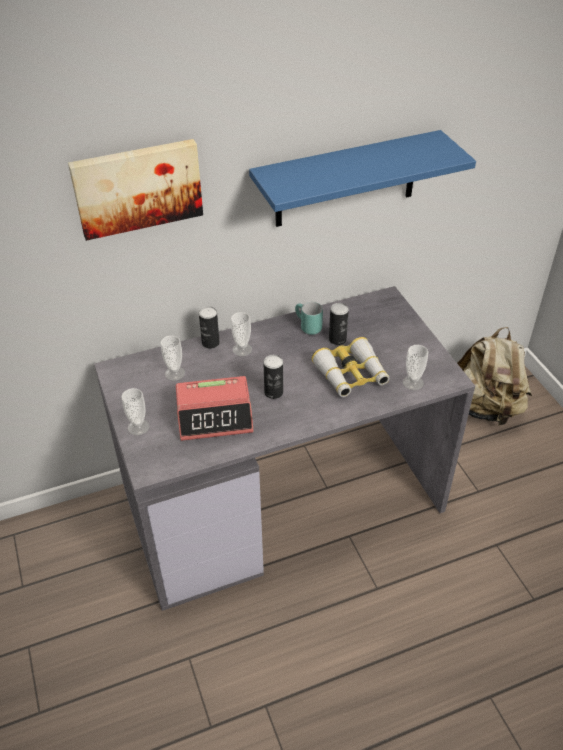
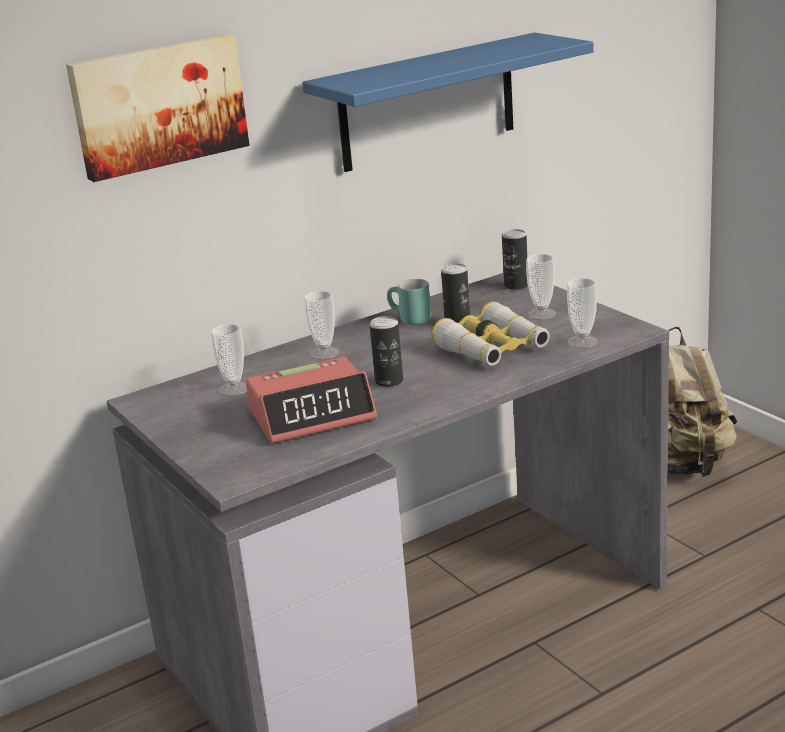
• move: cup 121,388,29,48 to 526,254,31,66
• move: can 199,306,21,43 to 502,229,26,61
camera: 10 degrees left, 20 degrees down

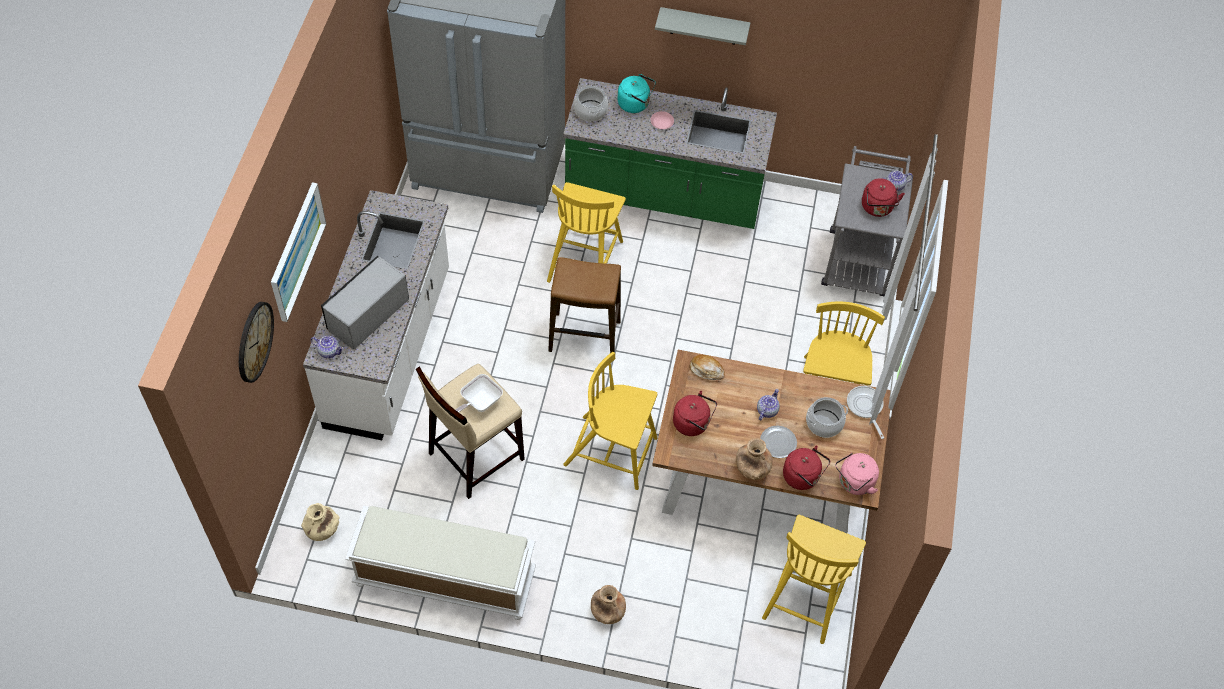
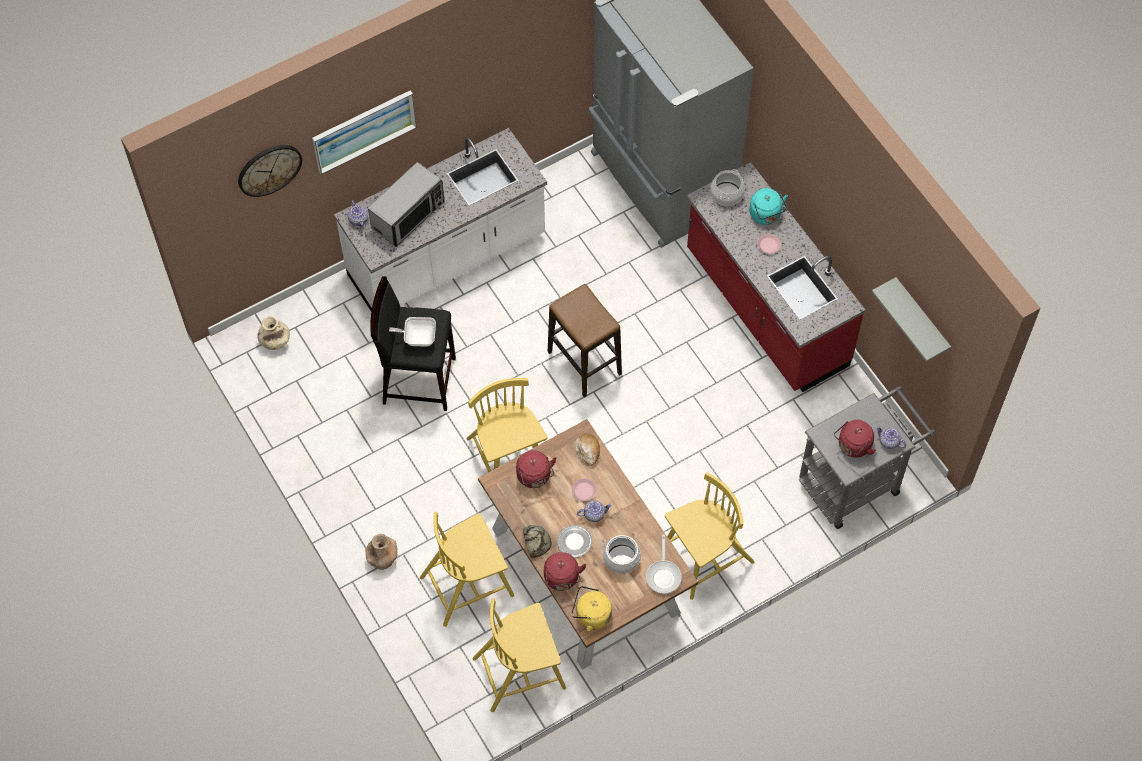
• delete: bench/white 345,506,191,114
• insert: plate/pink 572,478,25,23
• move: chair/yellow 547,182,79,101 to 420,512,94,115
• move: shelf/grey 655,7,95,38 to 872,277,79,85
• replace: vase/brown 736,438,37,42 to bread 523,525,28,33
• recolor: stool/beige 416,364,109,135 to stool/black 370,277,86,134
• recolor: counter/green 563,78,214,151 to counter/red 687,162,178,230
• recolor: kettle/pink 835,453,44,42 to kettle/yellow 571,586,41,46
• rotate: microwave 321,256,88,94 = 368,162,77,85 135 degrees clockwise
• rotate: frying pan 847,386,37,53 = 646,534,36,60 150 degrees clockwise
camera: 50 degrees right, 5 degrees up

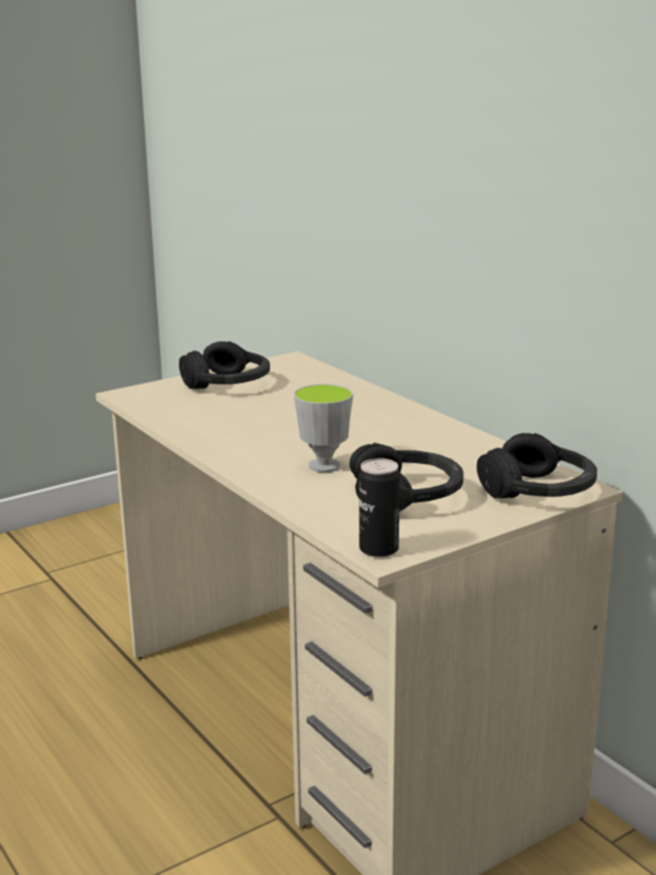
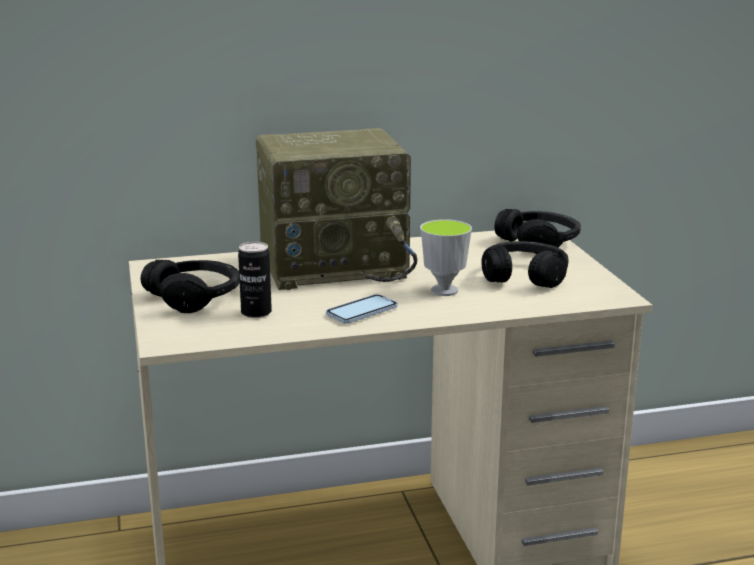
• insert: radio 256,128,161,162
• insert: phone 326,294,72,30
• move: can 359,458,41,99 to 238,242,34,76
camera: 70 degrees left, 0 degrees up

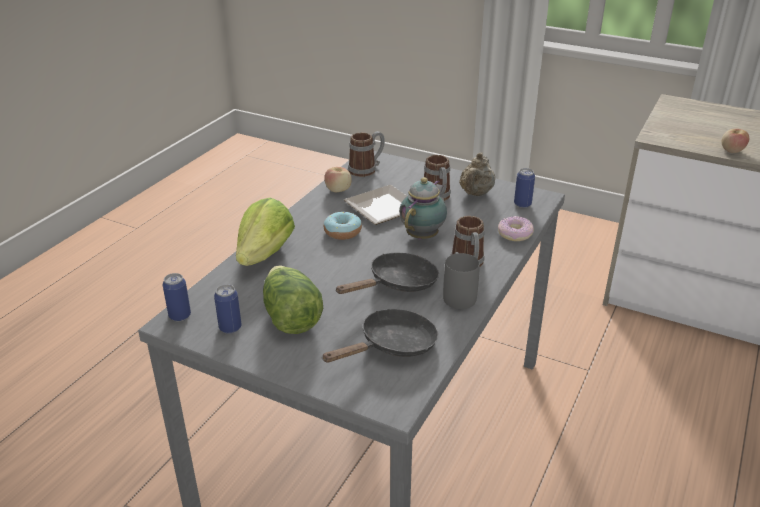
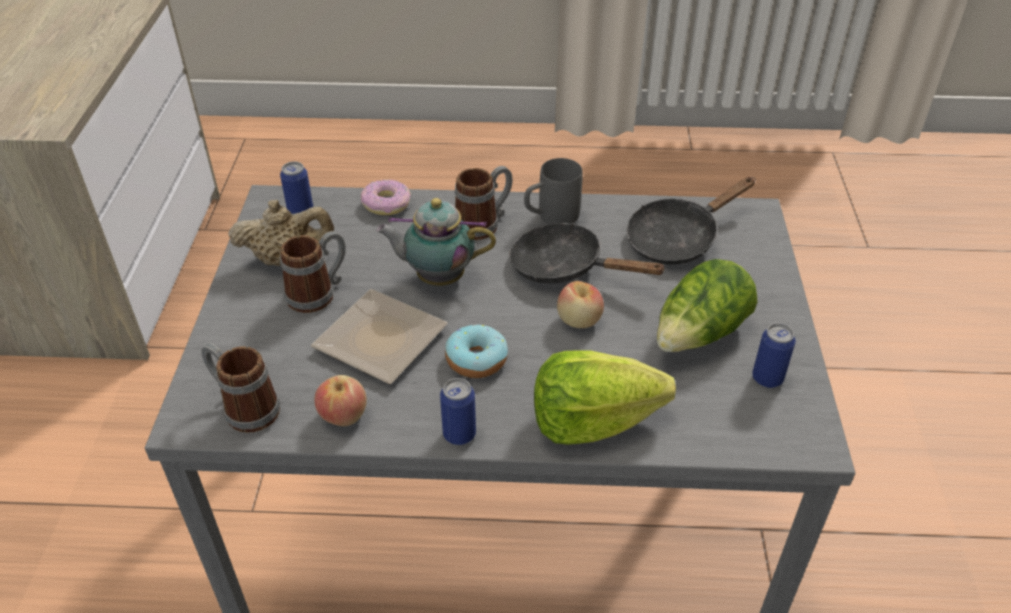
• move: can 163,273,28,48 to 440,378,36,67
• move: apple 721,128,28,25 to 557,281,47,47
• rotate: frying pan/black 321,309,118,54 = 627,177,129,88 60 degrees counterclockwise
camera: 115 degrees left, 10 degrees up

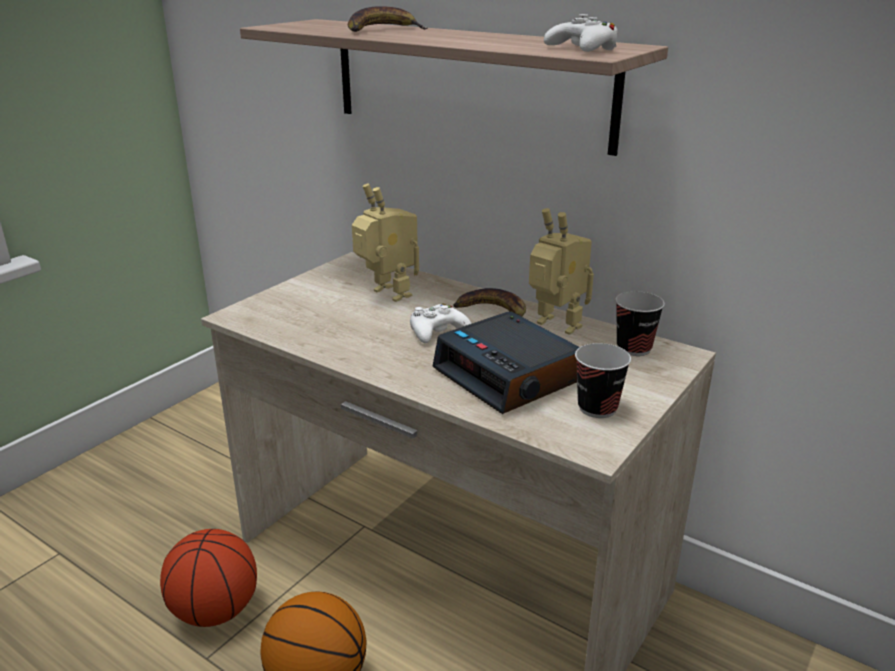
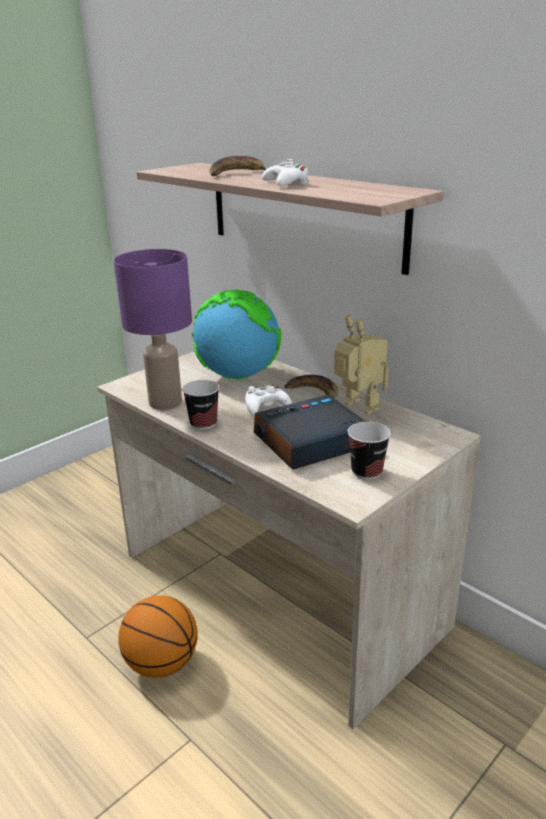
• delete: basketball 160,529,97,98
• insert: table lamp/purple 114,249,78,161
• move: game controller/white 544,14,74,38 to 262,159,47,27
• move: cup 615,291,50,65 to 182,380,37,50
• replace: toy robot 352,183,67,119 to globe 192,290,89,90
• rotate: alarm clock 433,311,147,103 = 254,394,112,76 90 degrees clockwise
camera: 10 degrees right, 0 degrees up

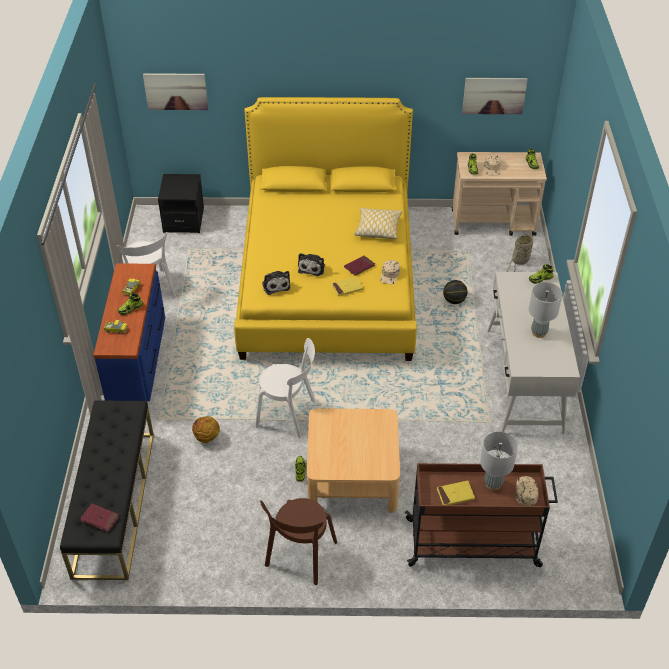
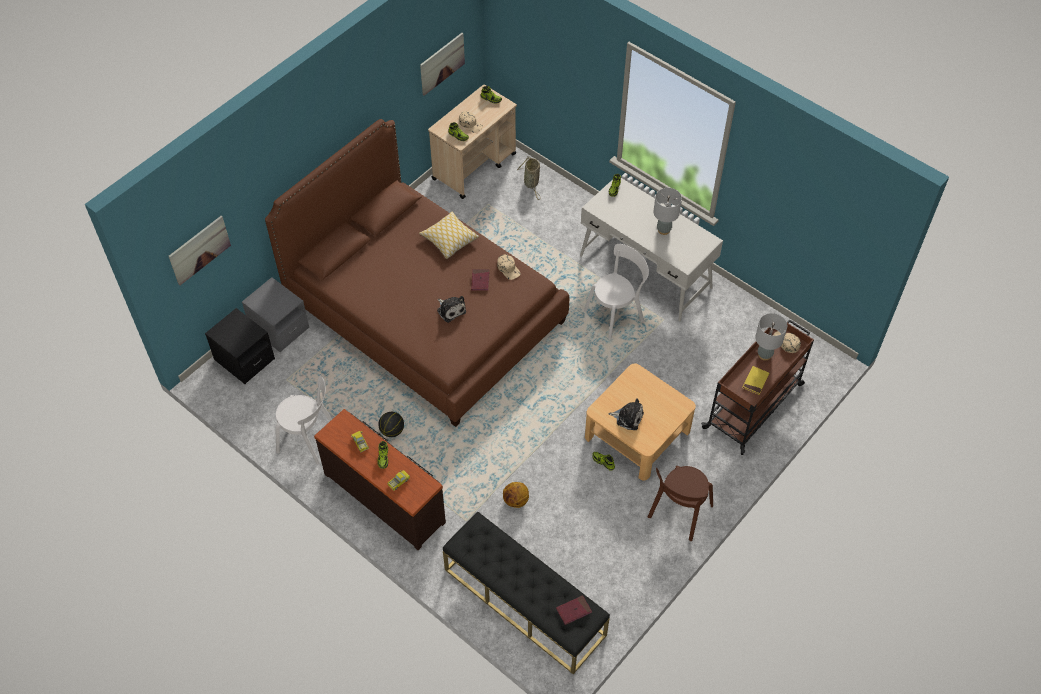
• delete: book/yellow 332,277,31,19
• insert: nightstand/grey 242,277,67,75
• move: chair/white 255,338,61,100 to 584,244,65,96
• move: plush toy 262,271,28,24 to 609,399,35,31
• move: basketball 443,280,25,24 to 378,412,26,25
• recolor: dresser/blue 93,263,72,141 to dresser/brown 314,409,132,141
• recolor: bed/yellow 234,97,183,264 to bed/brown 265,119,304,308
• rotate: chair/brown 260,498,77,87 = 648,466,65,75 60 degrees clockwise
camera: 50 degrees left, 10 degrees up

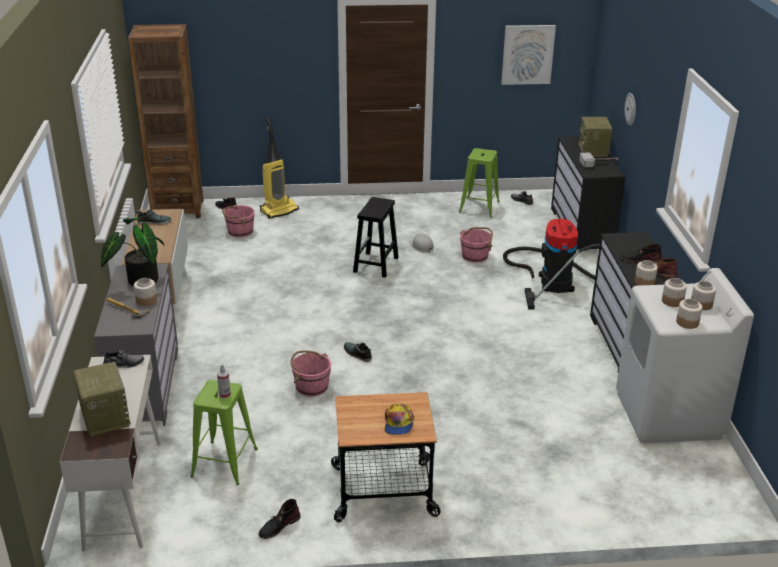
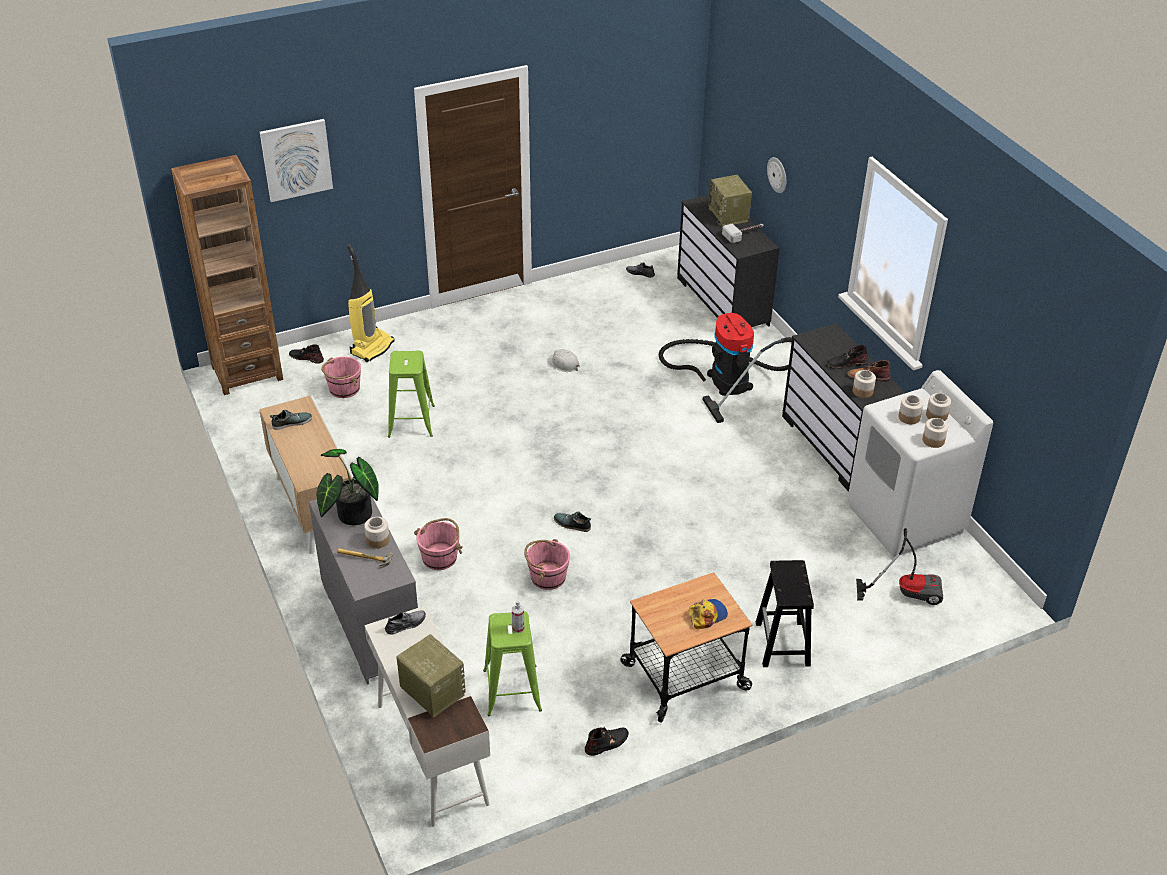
• insert: vacuum cleaner 856,528,87,77
• move: stool/black 353,197,46,81 to 756,560,58,107
• move: stool/green 459,148,41,69 to 388,351,47,87
• move: bucket/pink 460,227,33,36 to 414,518,49,52
• move: picture 501,25,55,60 to 260,119,73,83
• rotate: boot/black 258,499,43,40 = 585,727,44,29 150 degrees counterclockwise
• rotate: cap 385,403,29,32 = 688,599,40,30 105 degrees counterclockwise
camera: 20 degrees left, 10 degrees up

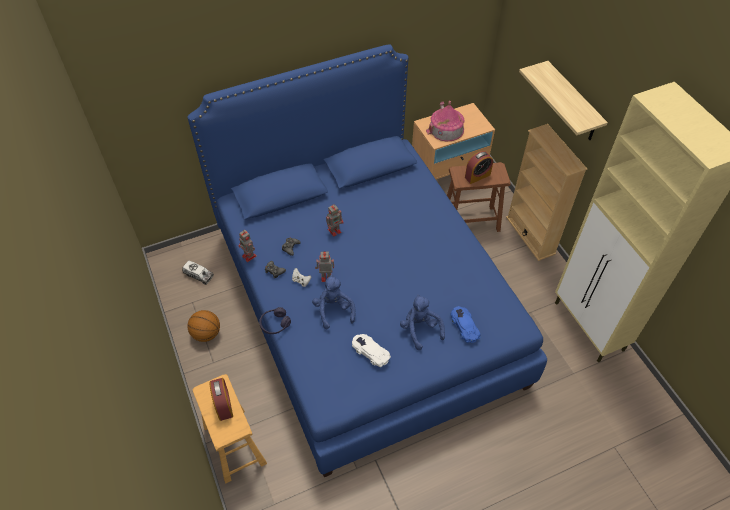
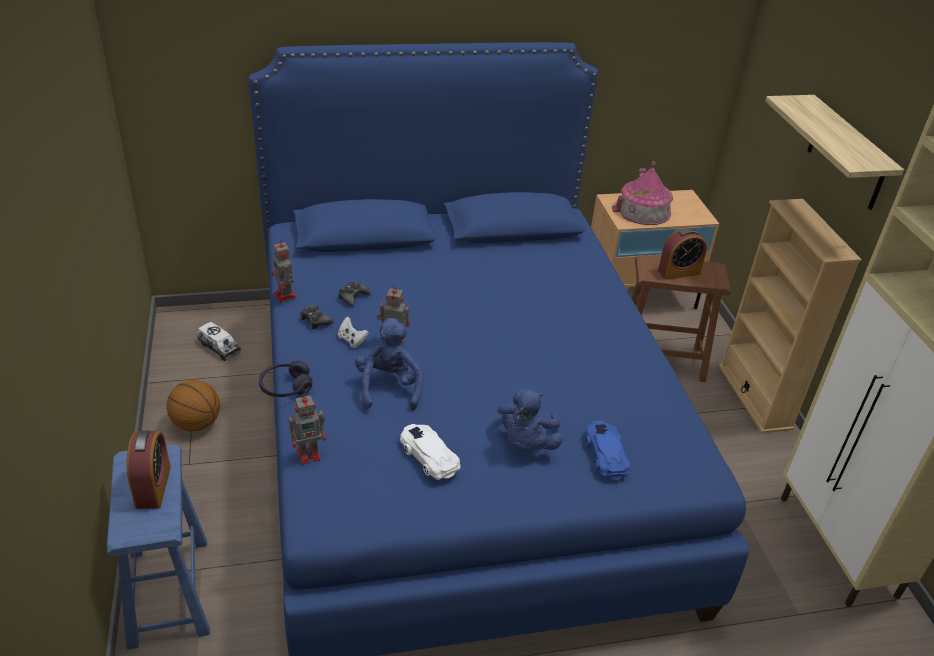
• move: toy robot 326,204,18,33 to 289,393,37,71
• recolor: stool/brown 192,374,75,109 to stool/blue 107,444,103,206
• rotate: plush toy/blue 400,294,45,56 = 498,389,65,63 150 degrees counterclockwise
camera: 10 degrees right, 15 degrees down

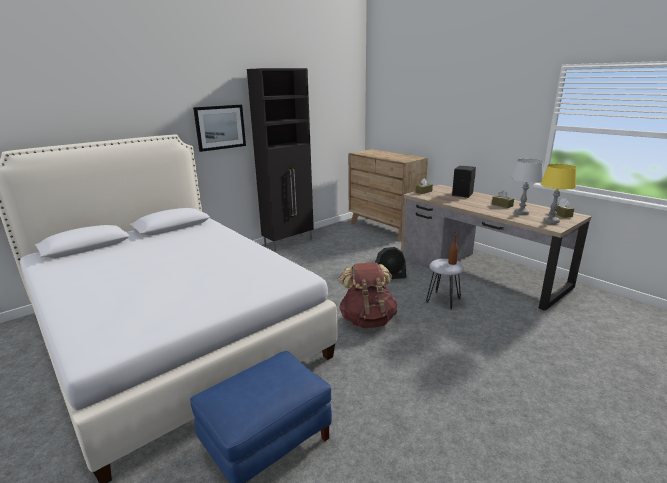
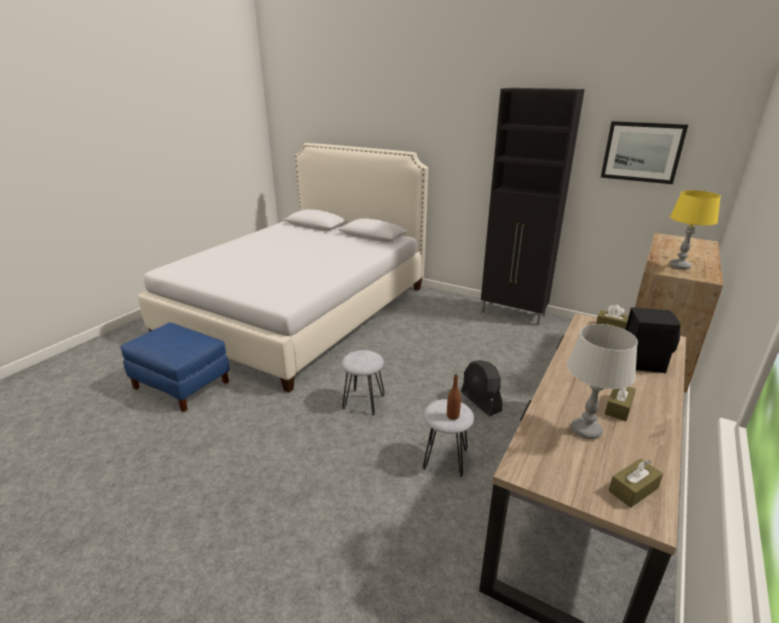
• move: picture 193,105,53,47 to 601,121,87,63
• move: table lamp/yellow 541,164,36,60 to 669,190,52,80
• replace: backpack/brown 339,262,59,66 to stool/grey 341,350,43,65
camera: 70 degrees right, 5 degrees up

